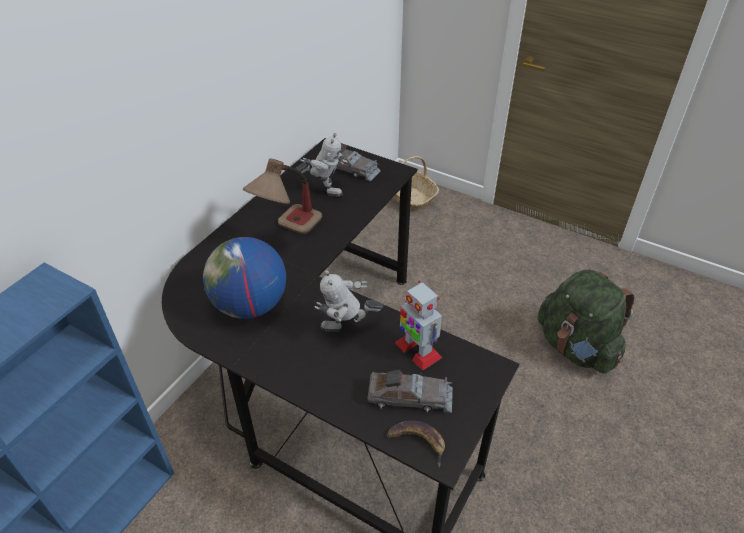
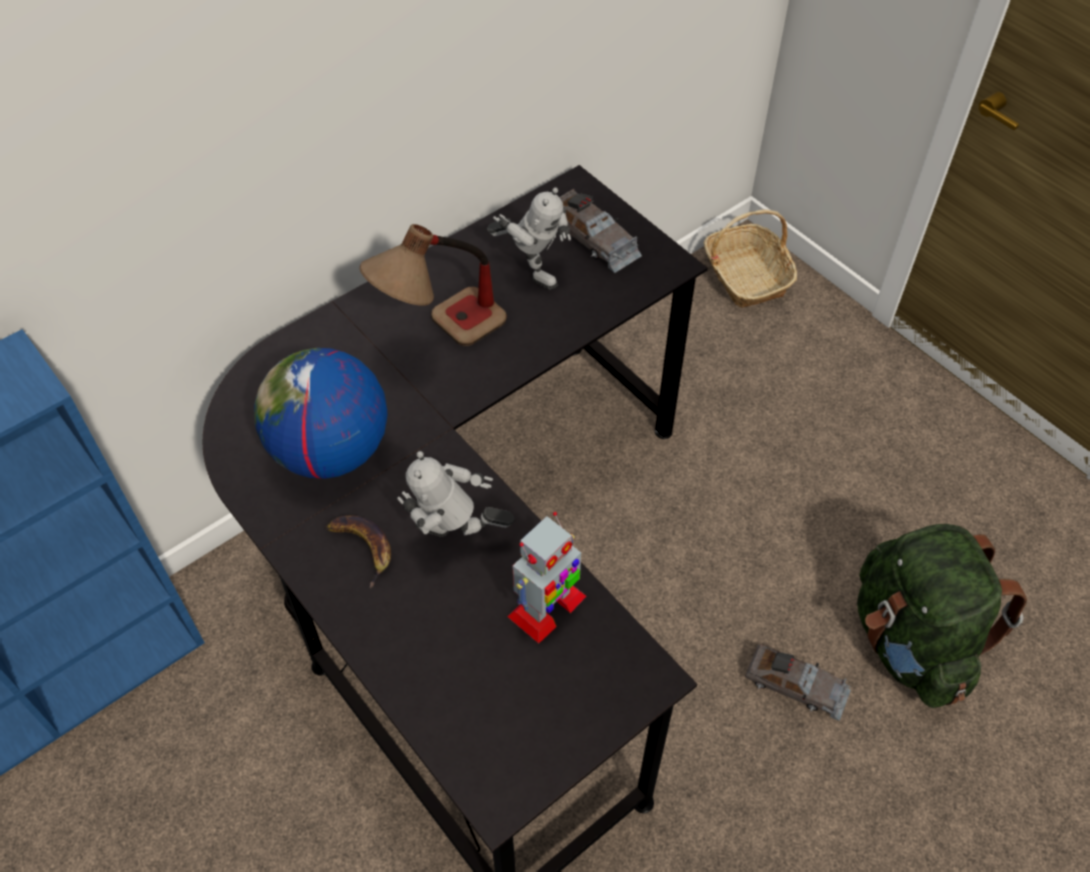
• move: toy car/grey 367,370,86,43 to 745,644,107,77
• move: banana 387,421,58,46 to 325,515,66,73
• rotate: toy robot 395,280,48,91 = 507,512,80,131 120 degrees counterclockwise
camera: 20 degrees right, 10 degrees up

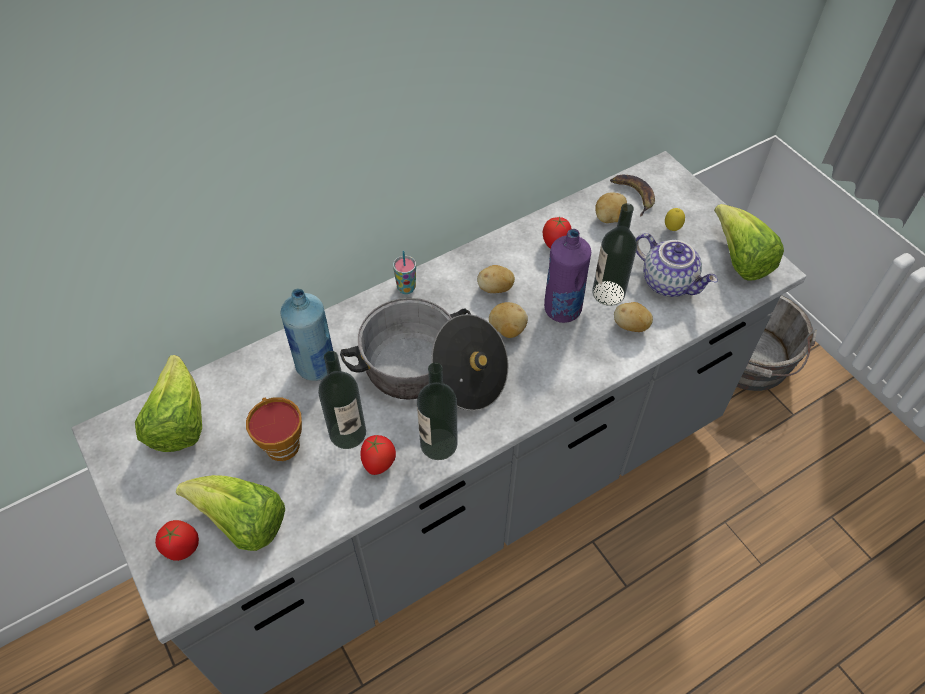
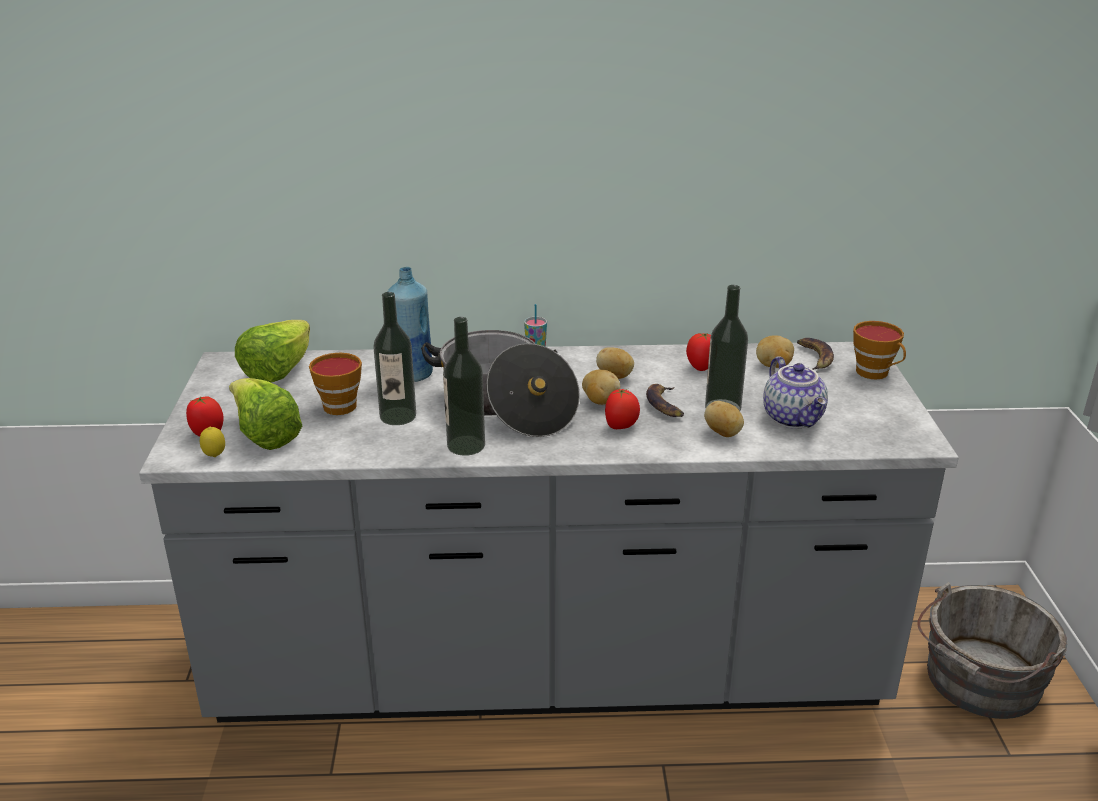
• delete: lettuce 714,204,70,77
• insert: cup 853,321,53,58
• move: tomato 360,434,36,41 to 605,389,35,40
• move: lemon 665,208,20,23 to 200,427,25,30
• replace: bottle/purple 544,229,47,94 to banana 646,384,38,33
camera: 30 degrees right, 25 degrees down

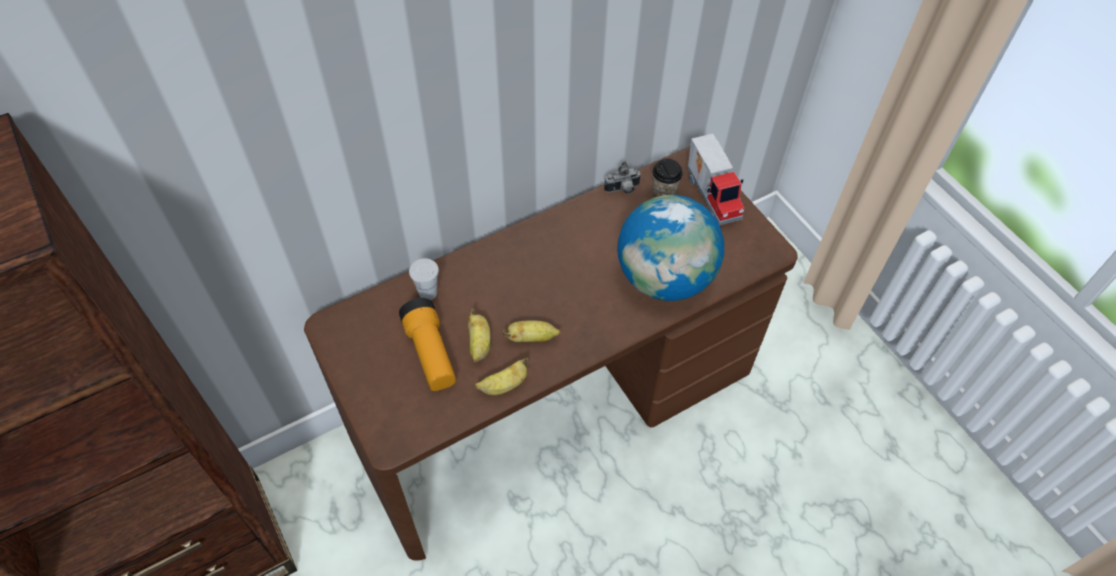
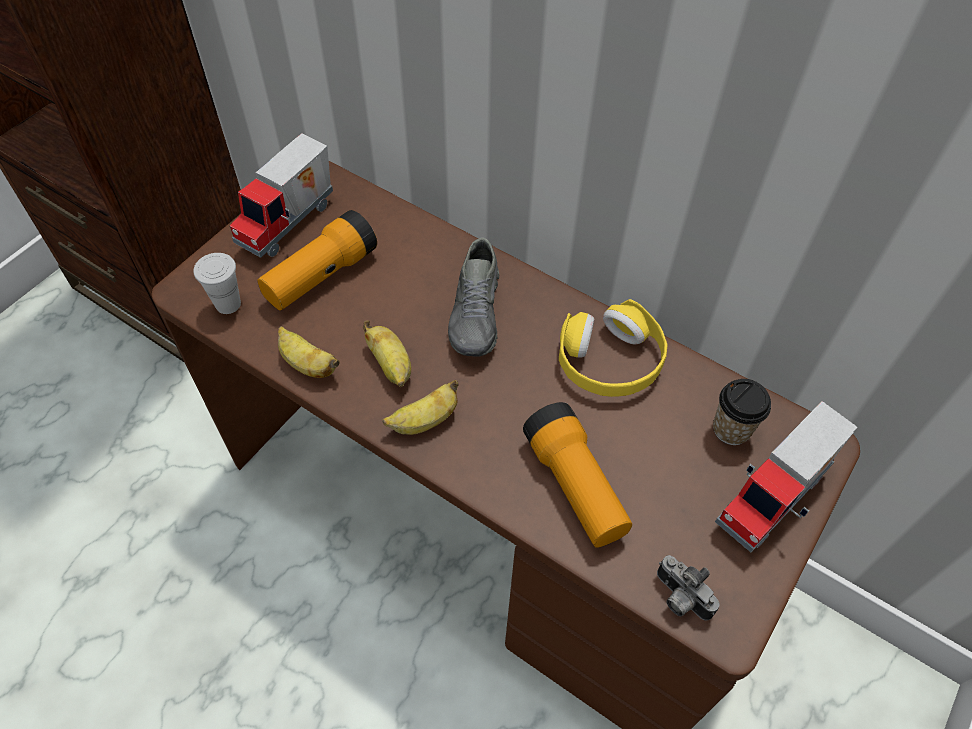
• insert: toy truck 230,133,103,125
• insert: shoe/grey 448,238,51,119
• insert: headphones/yellow 559,299,109,98
• move: cup/white 409,258,30,42 to 193,253,48,61
• move: banana 468,309,23,54 to 382,380,77,55
• move: photo camera 604,162,37,32 to 657,555,63,65
• replace: globe 617,195,107,106 to flashlight 523,402,109,146
camera: 65 degrees right, 0 degrees up

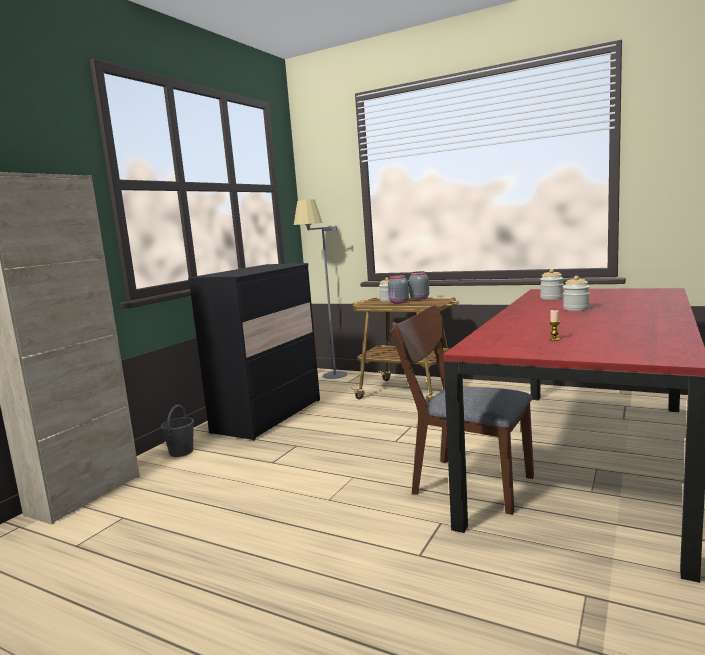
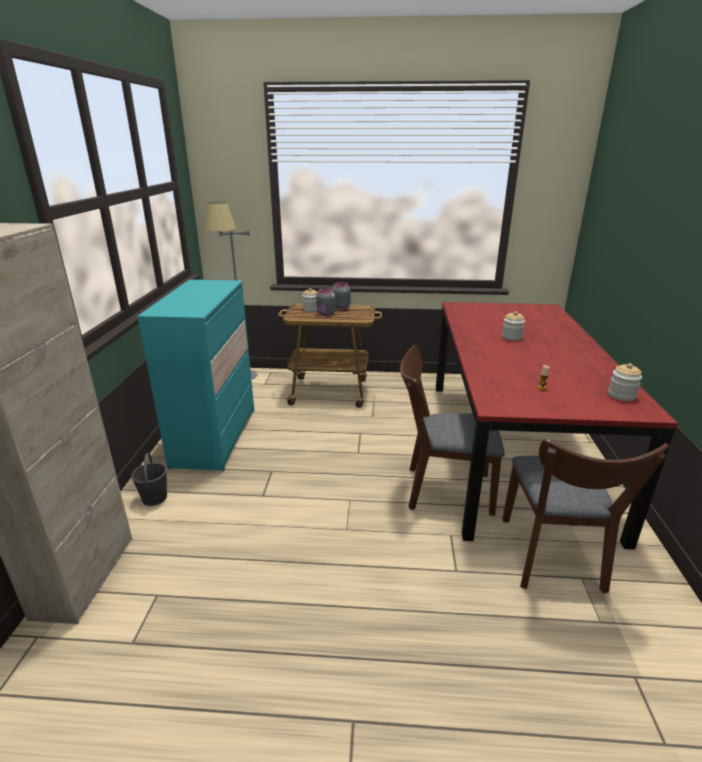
• insert: chair/brown 502,439,167,155
• move: jar 540,269,23,31 to 608,363,34,38
• recolor: dresser/black 188,263,132,178 to dresser/turquoise 137,280,117,191
camera: 25 degrees left, 15 degrees up

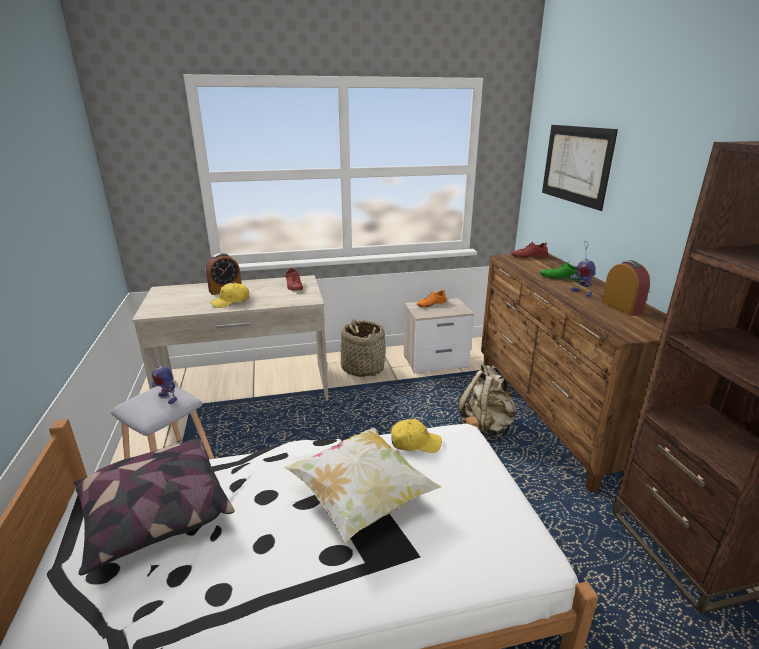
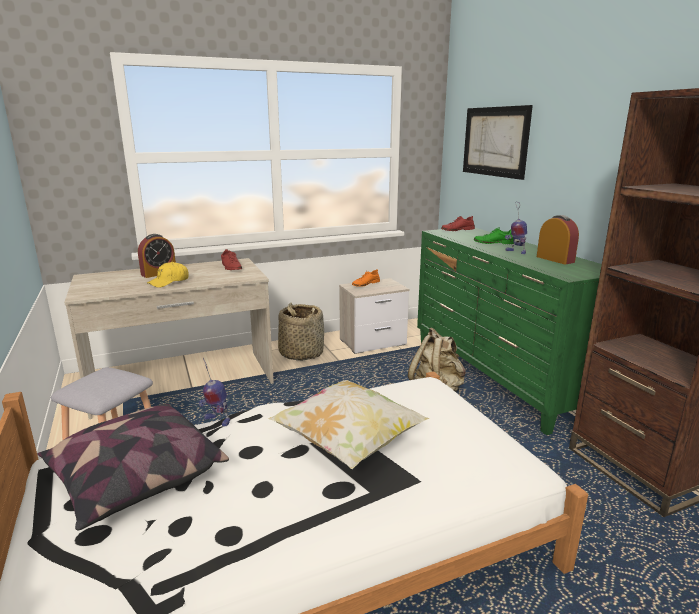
• delete: cap/yellow 391,419,51,34
• move: toy robot 150,348,27,56 to 199,358,31,68
• recolor: dresser/brown 481,253,186,240 to dresser/green 417,228,185,207
camera: 10 degrees left, 5 degrees down

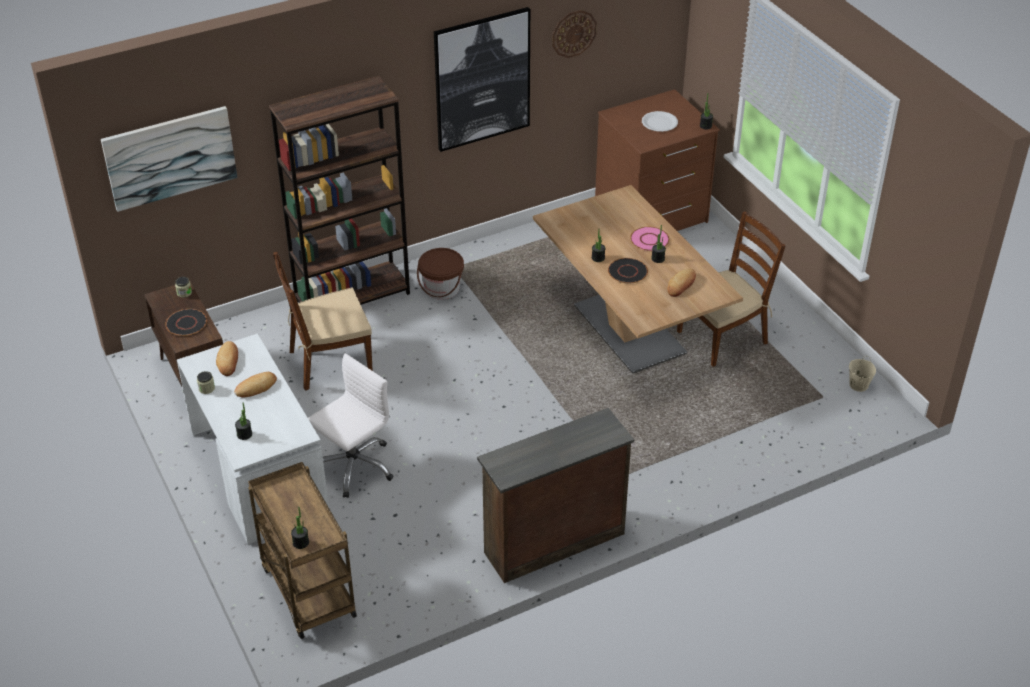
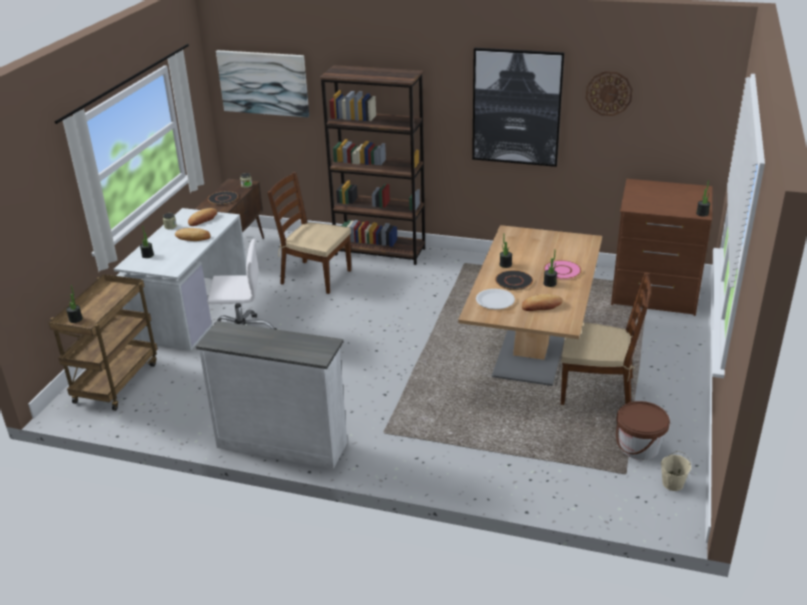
• move: bucket/brown 417,248,47,52 to 616,401,54,59
• move: plate/white 642,111,36,21 to 476,289,39,20
• recolor: dresser/brown 477,408,157,175 to dresser/white 196,321,151,148
camera: 45 degrees right, 10 degrees down

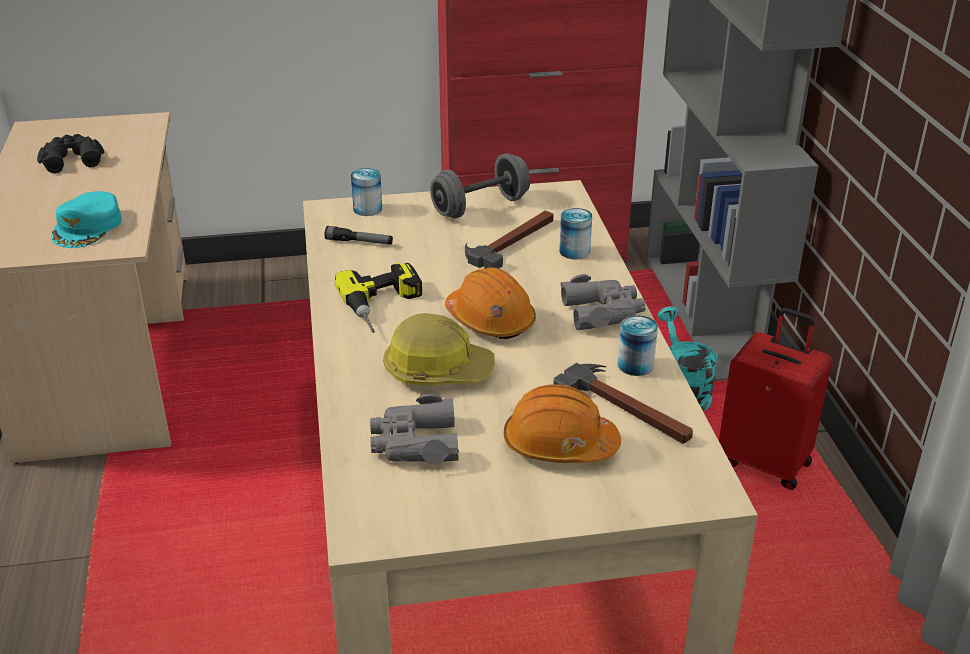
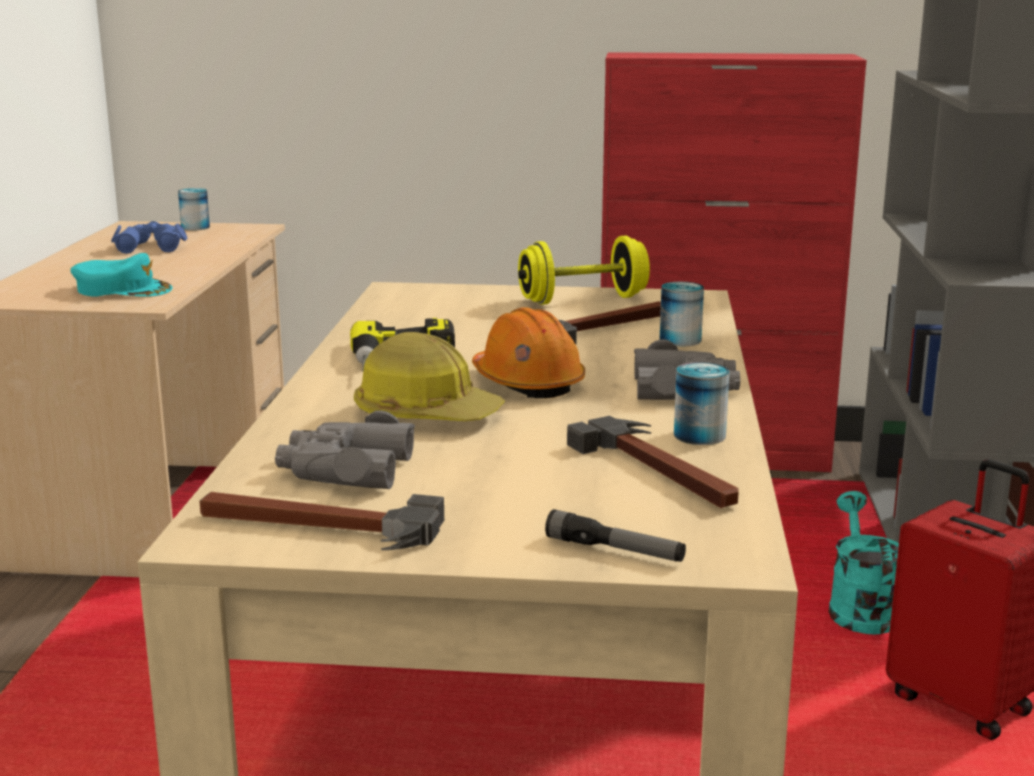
• delete: hard hat/orange 504,384,117,79
• insert: hammer 199,492,245,58
• move: flashlight 325,226,68,19 to 545,509,141,53
• move: can 351,168,31,48 to 178,188,32,43
• recolor: binoculars/black 37,134,67,39 to binoculars/blue 111,221,76,33
• recolor: dumbbell/grey 430,153,100,66 to dumbbell/yellow 518,236,132,69
• rotate: cap/turquoise 51,191,71,57 = 70,253,103,44 105 degrees counterclockwise
camera: 15 degrees right, 15 degrees down

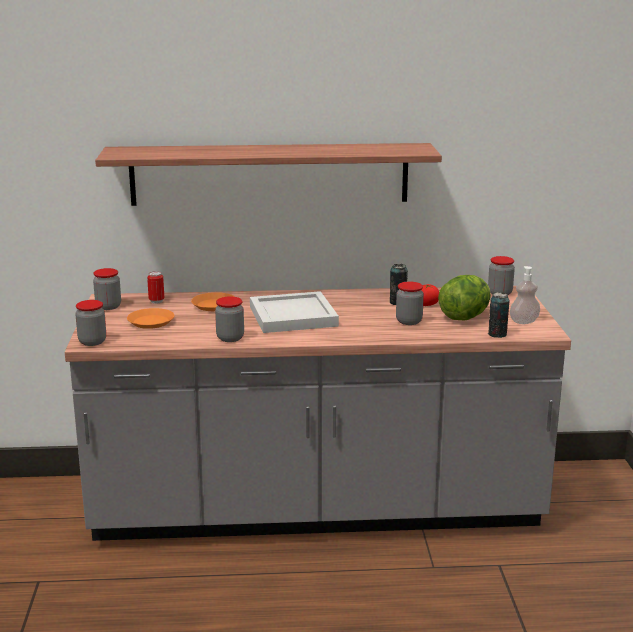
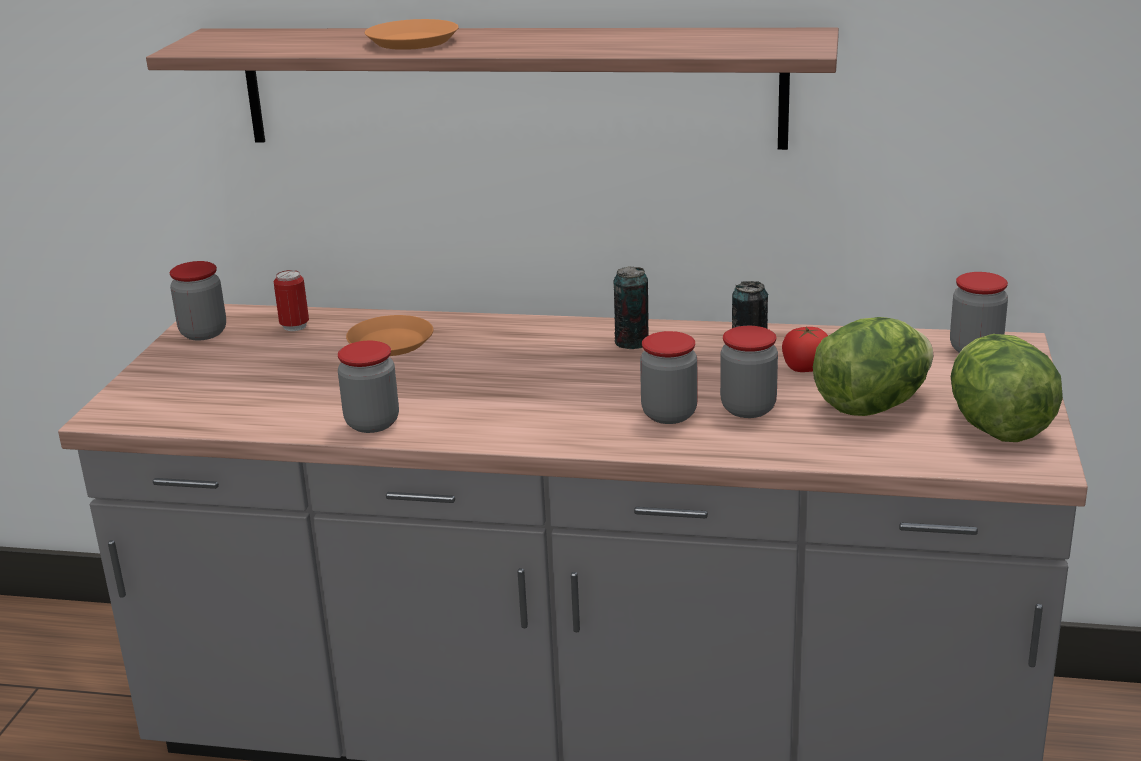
• delete: tray/white 250,291,89,42
• move: jar 75,300,31,46 to 640,331,57,93
• move: plate/orange 127,308,48,21 to 365,19,94,31
• move: can 488,292,22,46 to 614,266,34,83
• replace: soap dispenser 510,266,30,58 to lettuce 951,334,112,108
camera: 15 degrees right, 5 degrees up

